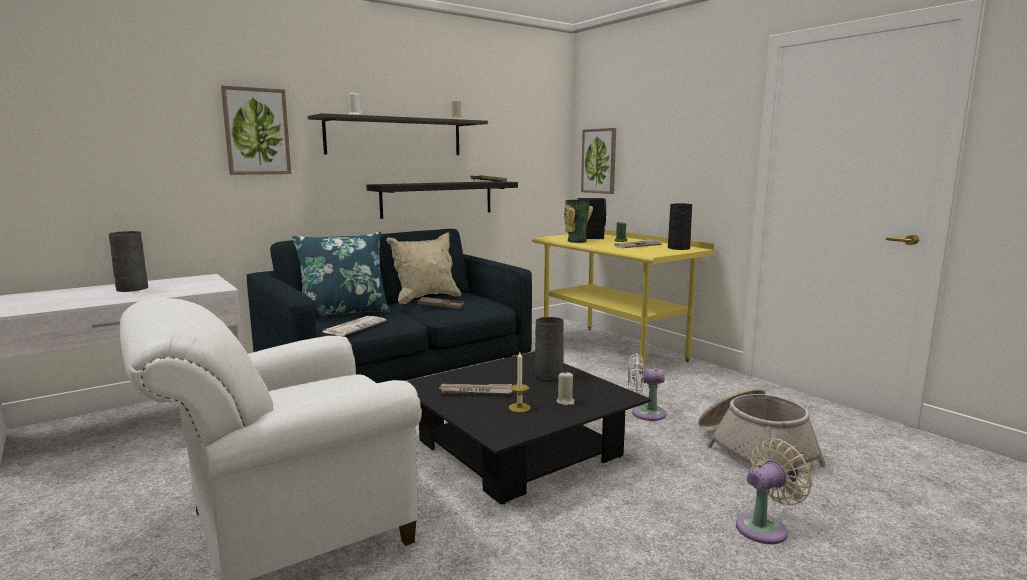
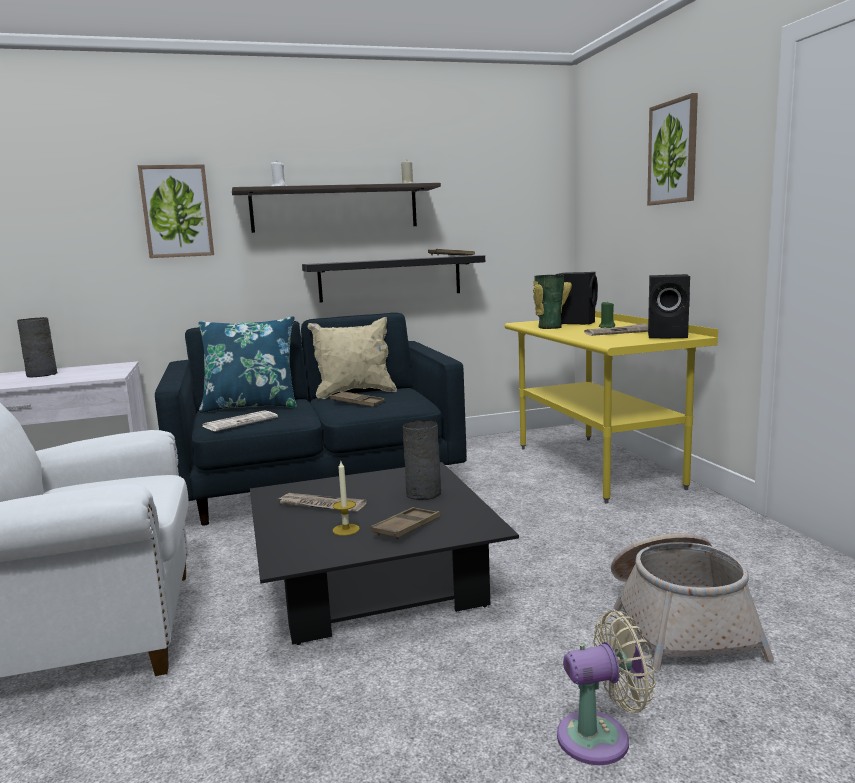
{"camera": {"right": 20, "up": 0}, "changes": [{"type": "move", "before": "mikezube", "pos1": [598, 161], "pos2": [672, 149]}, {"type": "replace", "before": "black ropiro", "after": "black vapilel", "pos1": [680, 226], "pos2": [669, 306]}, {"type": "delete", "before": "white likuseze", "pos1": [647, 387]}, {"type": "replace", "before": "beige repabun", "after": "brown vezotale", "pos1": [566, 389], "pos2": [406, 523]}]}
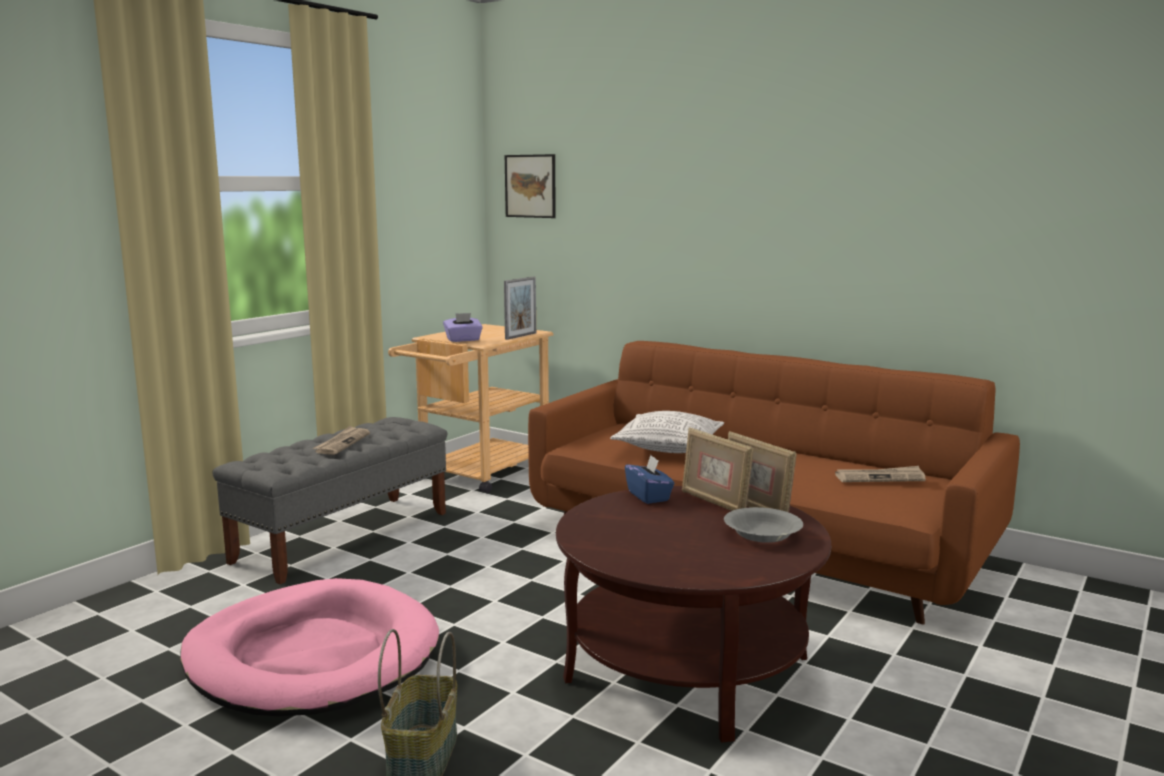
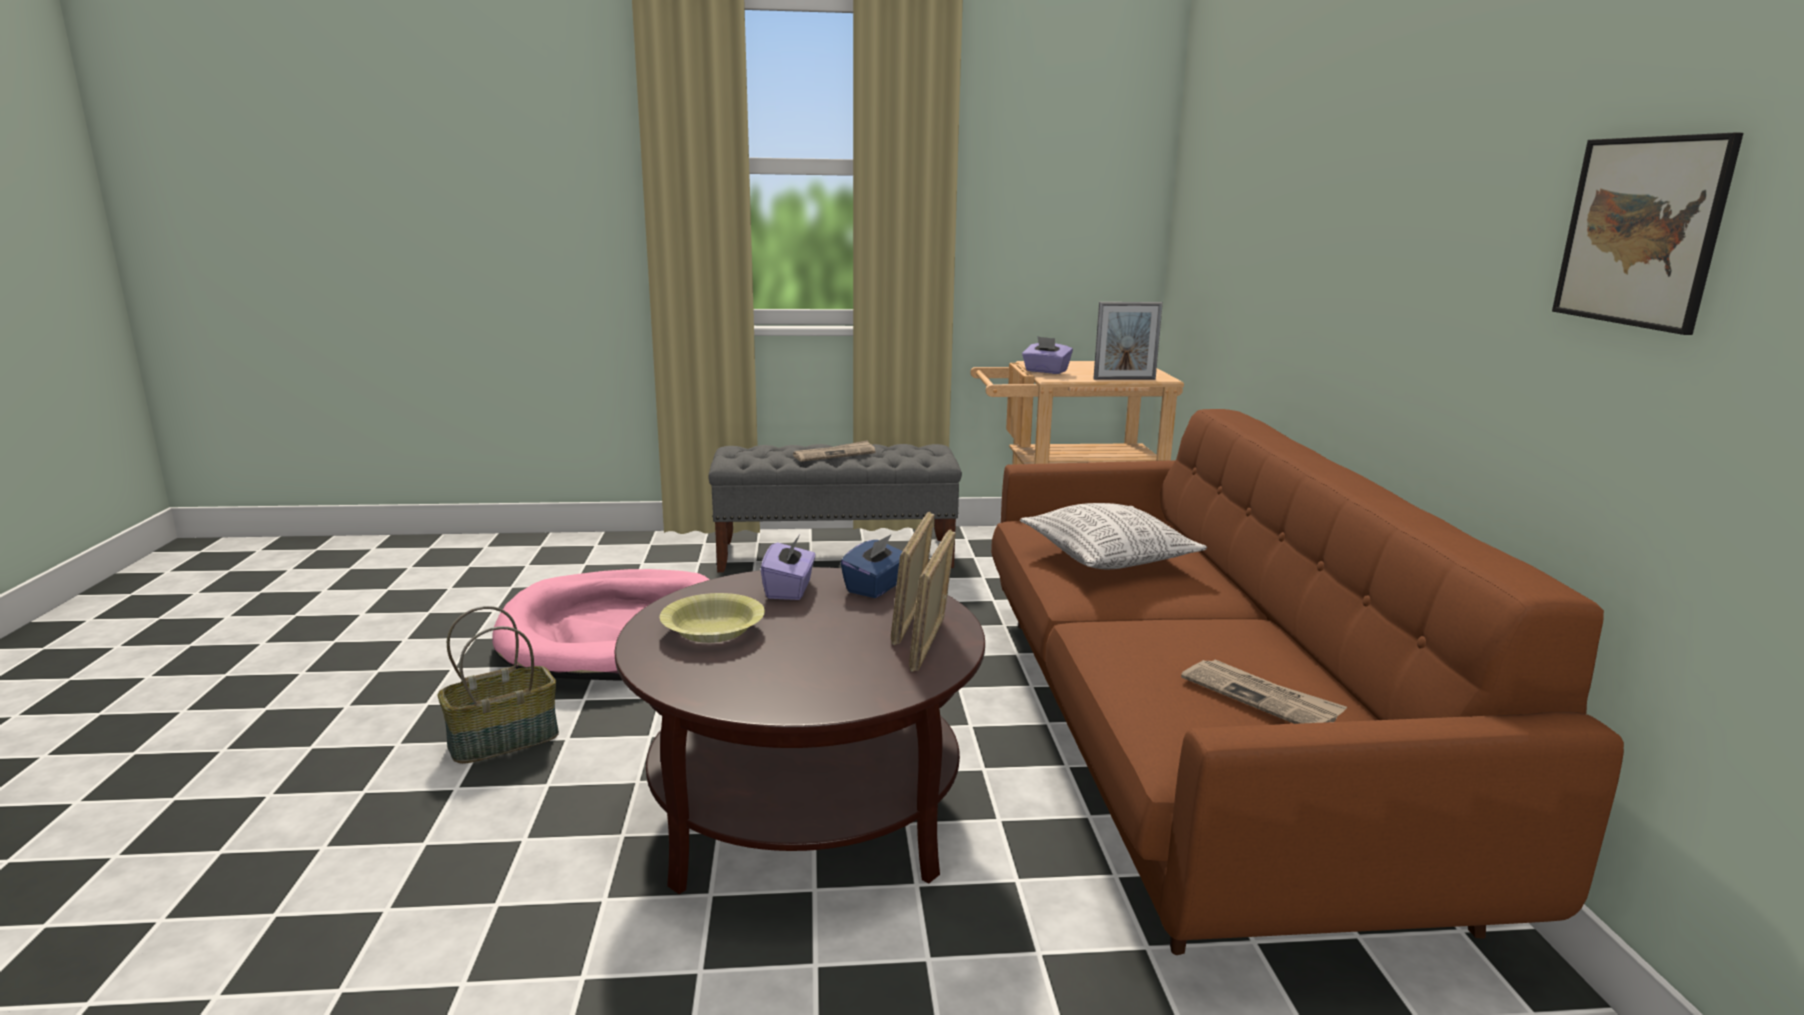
{"camera": {"right": 50, "up": 5}, "changes": [{"type": "move", "before": "mikezube", "pos1": [530, 186], "pos2": [1647, 234]}, {"type": "delete", "before": "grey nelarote", "pos1": [763, 525]}, {"type": "insert", "after": "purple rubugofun", "pos2": [788, 568]}, {"type": "insert", "after": "yellow nelarote", "pos2": [712, 618]}]}
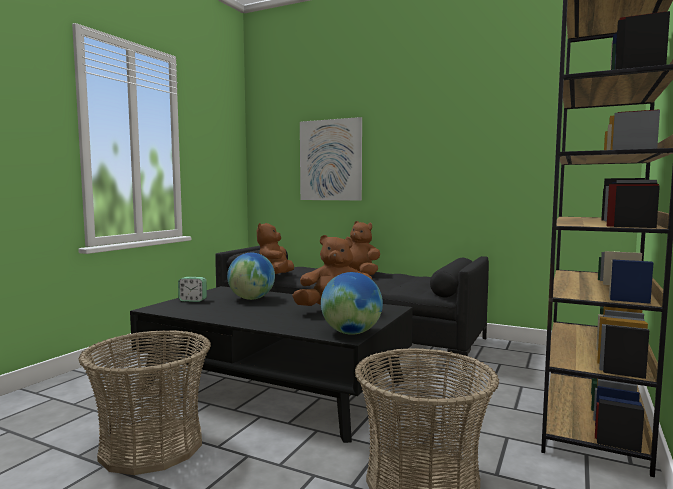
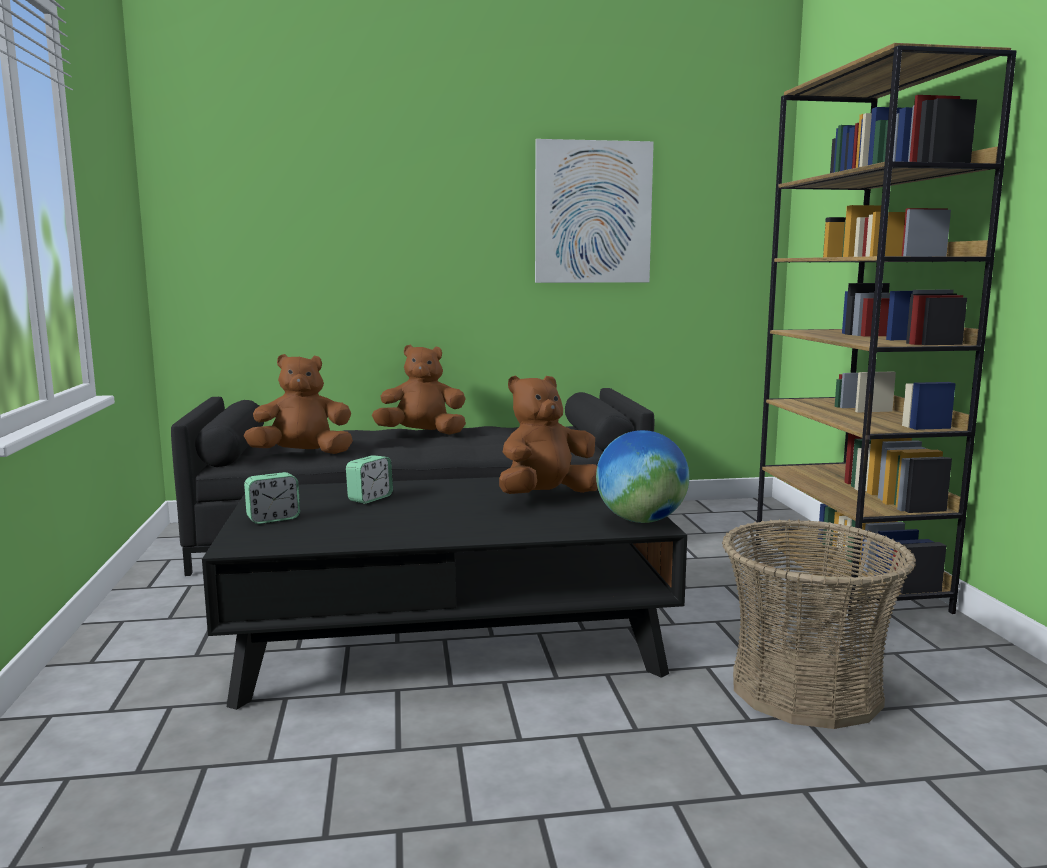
{"camera": {"right": -35, "up": 5}, "changes": [{"type": "move", "before": "mikezube", "pos1": [331, 159], "pos2": [594, 211]}, {"type": "rotate", "before": "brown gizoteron", "pos1": [275, 248], "pos2": [298, 404], "turn": 105}, {"type": "replace", "before": "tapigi", "after": "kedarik", "pos1": [251, 276], "pos2": [369, 479]}, {"type": "delete", "before": "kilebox", "pos1": [144, 402]}]}
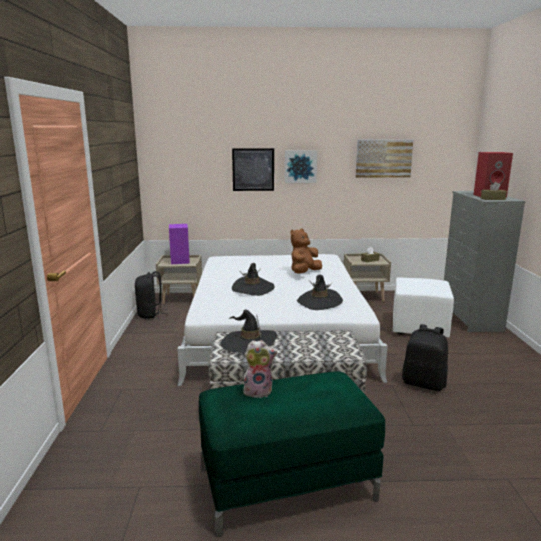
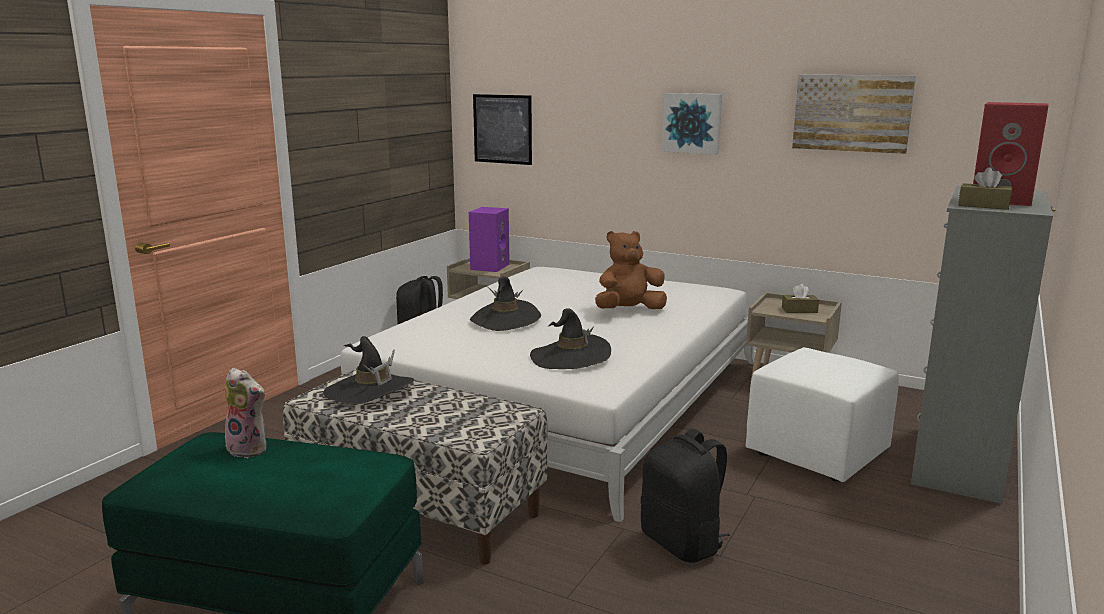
{"camera": {"right": 30, "up": 0}, "changes": [{"type": "move", "before": "mikezube", "pos1": [253, 169], "pos2": [502, 129]}]}
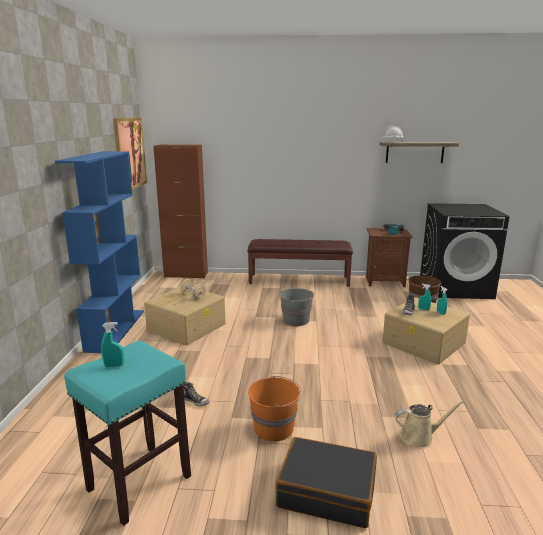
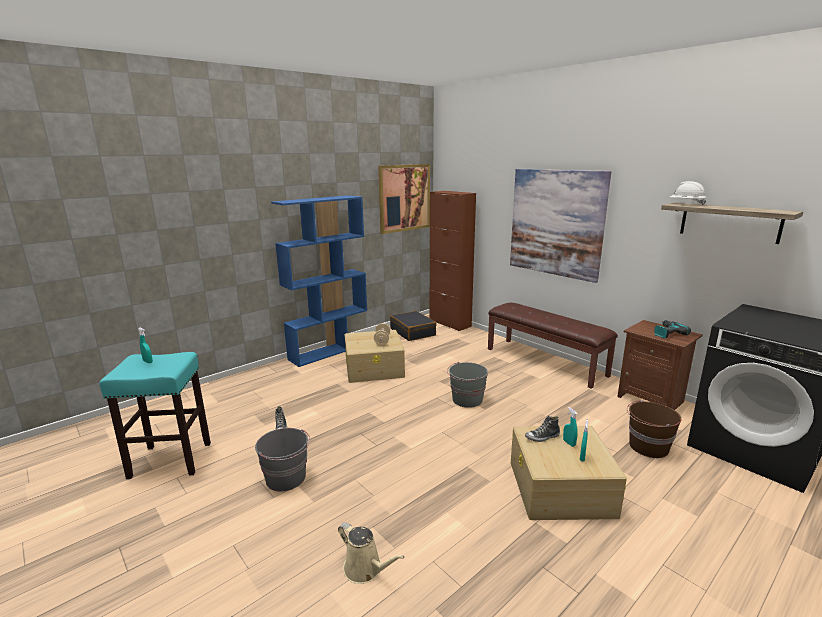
{"camera": {"right": 45, "up": 0}, "changes": [{"type": "recolor", "before": "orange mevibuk", "after": "grey mevibuk", "pos1": [275, 409], "pos2": [282, 460]}, {"type": "move", "before": "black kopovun", "pos1": [326, 482], "pos2": [413, 326]}, {"type": "insert", "after": "mikezube", "pos2": [560, 226]}]}
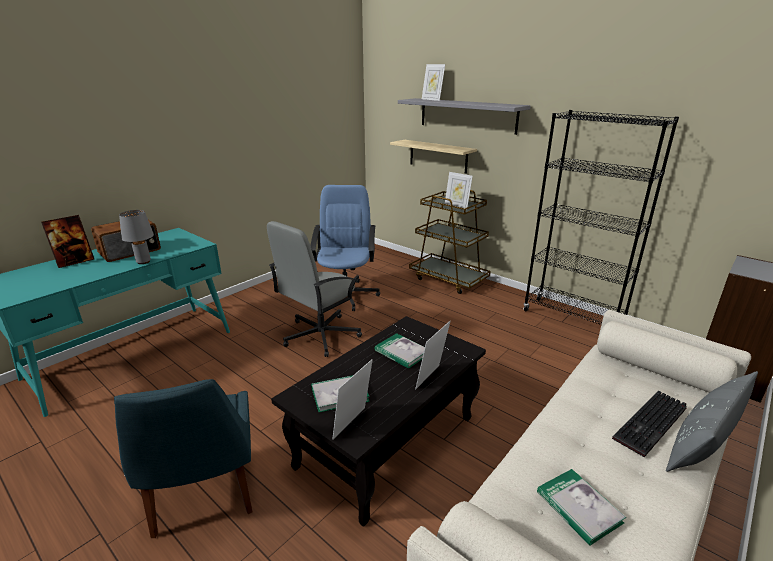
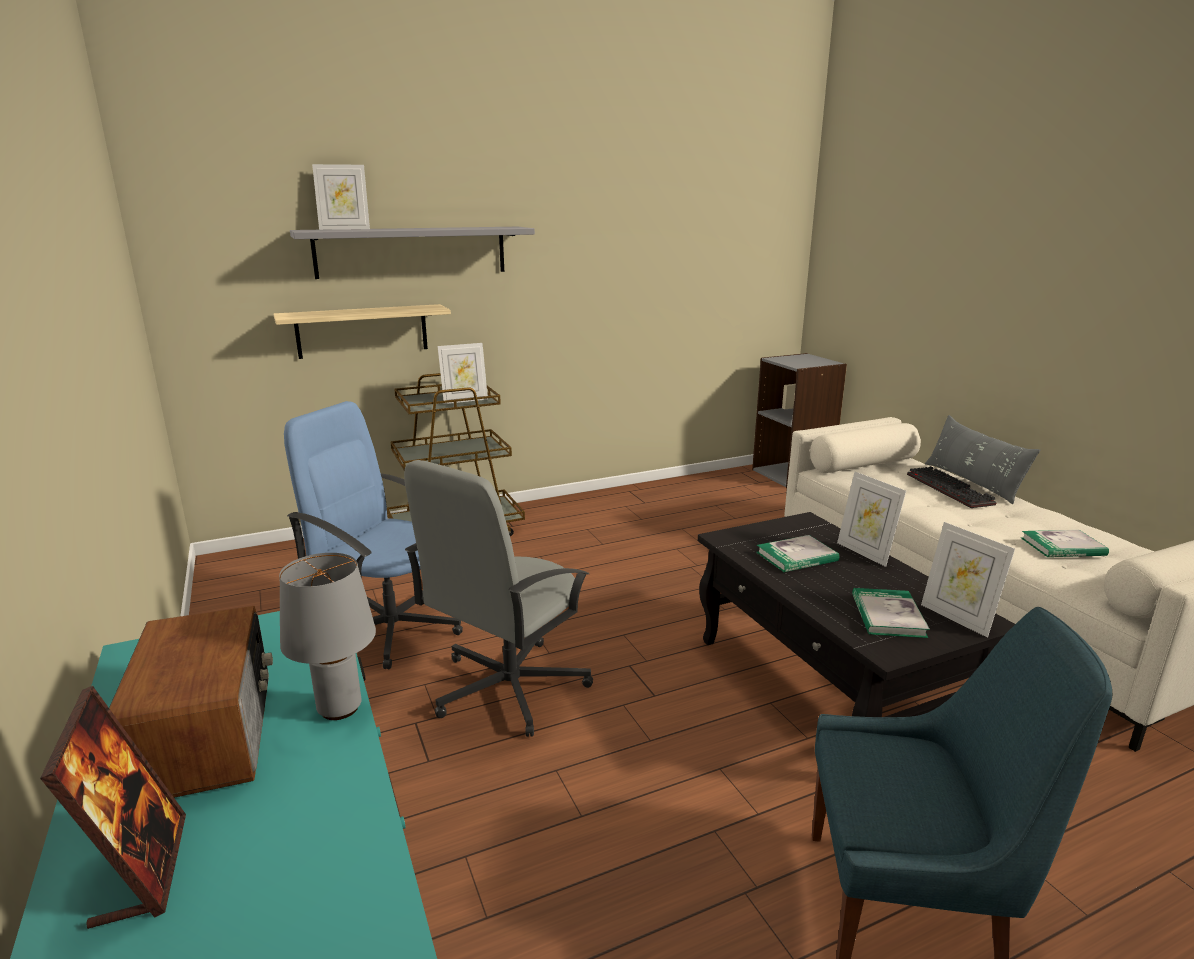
{"camera": {"right": -65, "up": -5}, "changes": [{"type": "delete", "before": "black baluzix", "pos1": [601, 217]}, {"type": "rotate", "before": "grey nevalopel", "pos1": [314, 289], "pos2": [498, 598], "turn": 60}]}
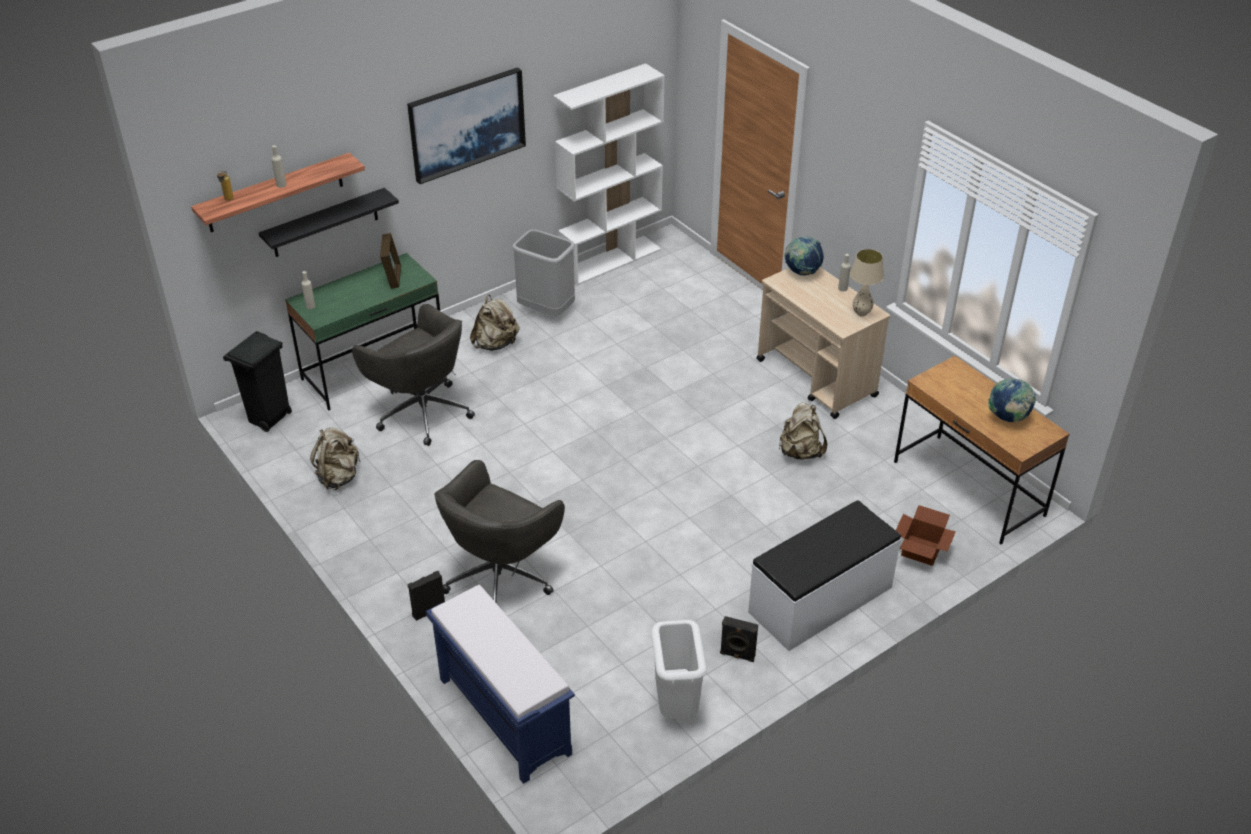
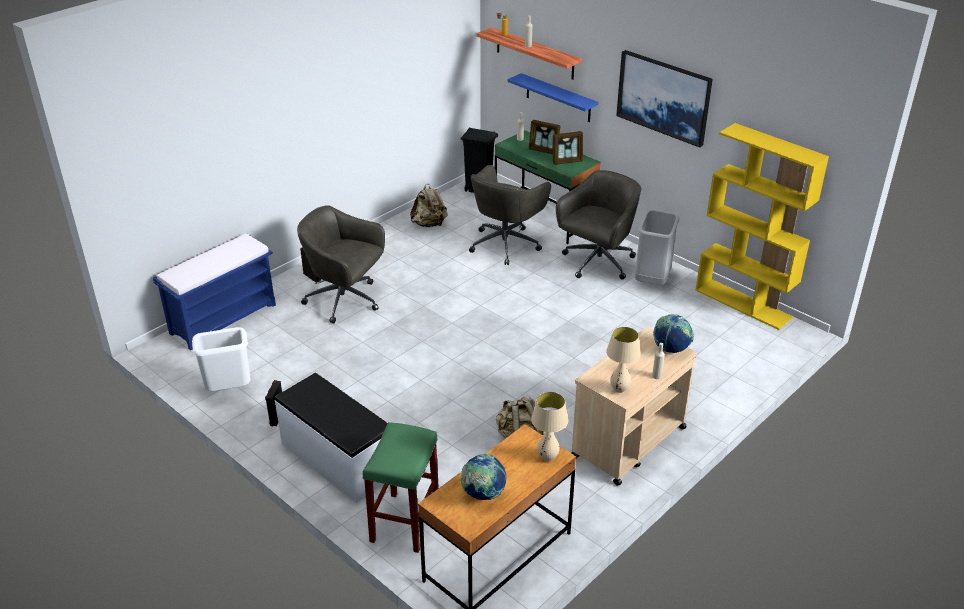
{"camera": {"right": 80, "up": -5}, "changes": [{"type": "recolor", "before": "white baluzix", "after": "yellow baluzix", "pos1": [609, 174], "pos2": [762, 226]}, {"type": "recolor", "before": "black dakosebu", "after": "blue dakosebu", "pos1": [329, 222], "pos2": [553, 97]}, {"type": "replace", "before": "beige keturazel", "after": "grey nevalopel", "pos1": [495, 323], "pos2": [598, 225]}, {"type": "replace", "before": "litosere", "after": "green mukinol", "pos1": [926, 535], "pos2": [401, 487]}, {"type": "insert", "after": "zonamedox", "pos2": [545, 137]}, {"type": "insert", "after": "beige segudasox", "pos2": [549, 426]}]}
